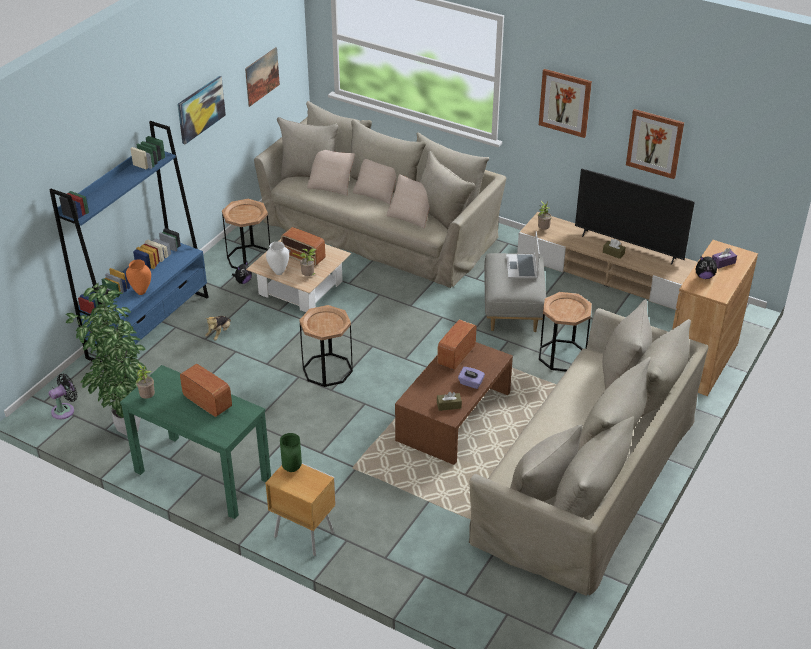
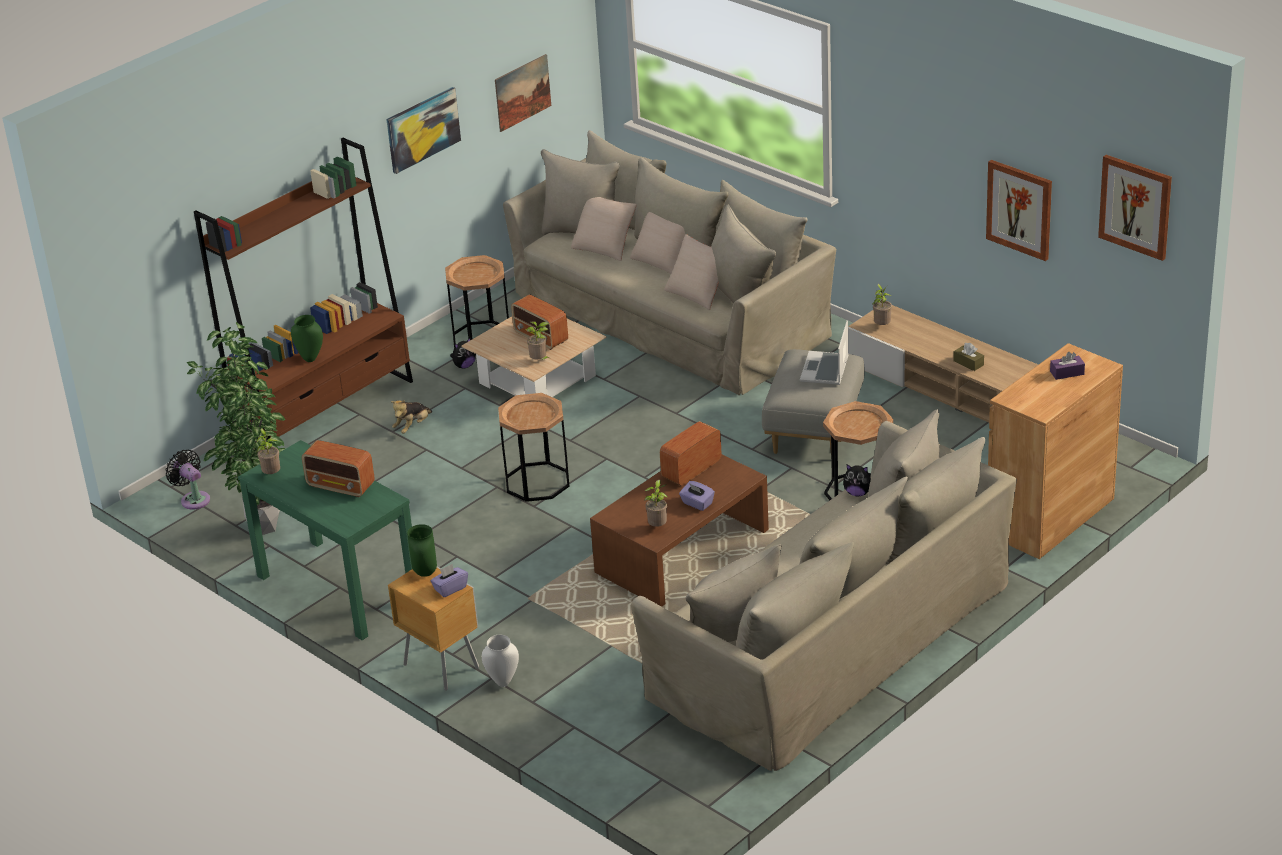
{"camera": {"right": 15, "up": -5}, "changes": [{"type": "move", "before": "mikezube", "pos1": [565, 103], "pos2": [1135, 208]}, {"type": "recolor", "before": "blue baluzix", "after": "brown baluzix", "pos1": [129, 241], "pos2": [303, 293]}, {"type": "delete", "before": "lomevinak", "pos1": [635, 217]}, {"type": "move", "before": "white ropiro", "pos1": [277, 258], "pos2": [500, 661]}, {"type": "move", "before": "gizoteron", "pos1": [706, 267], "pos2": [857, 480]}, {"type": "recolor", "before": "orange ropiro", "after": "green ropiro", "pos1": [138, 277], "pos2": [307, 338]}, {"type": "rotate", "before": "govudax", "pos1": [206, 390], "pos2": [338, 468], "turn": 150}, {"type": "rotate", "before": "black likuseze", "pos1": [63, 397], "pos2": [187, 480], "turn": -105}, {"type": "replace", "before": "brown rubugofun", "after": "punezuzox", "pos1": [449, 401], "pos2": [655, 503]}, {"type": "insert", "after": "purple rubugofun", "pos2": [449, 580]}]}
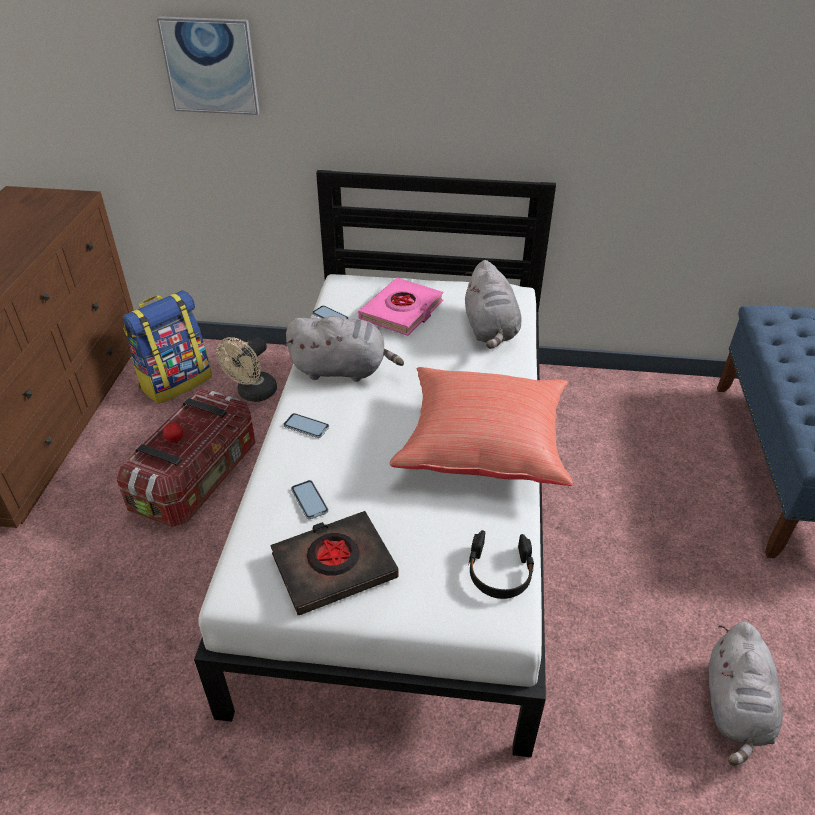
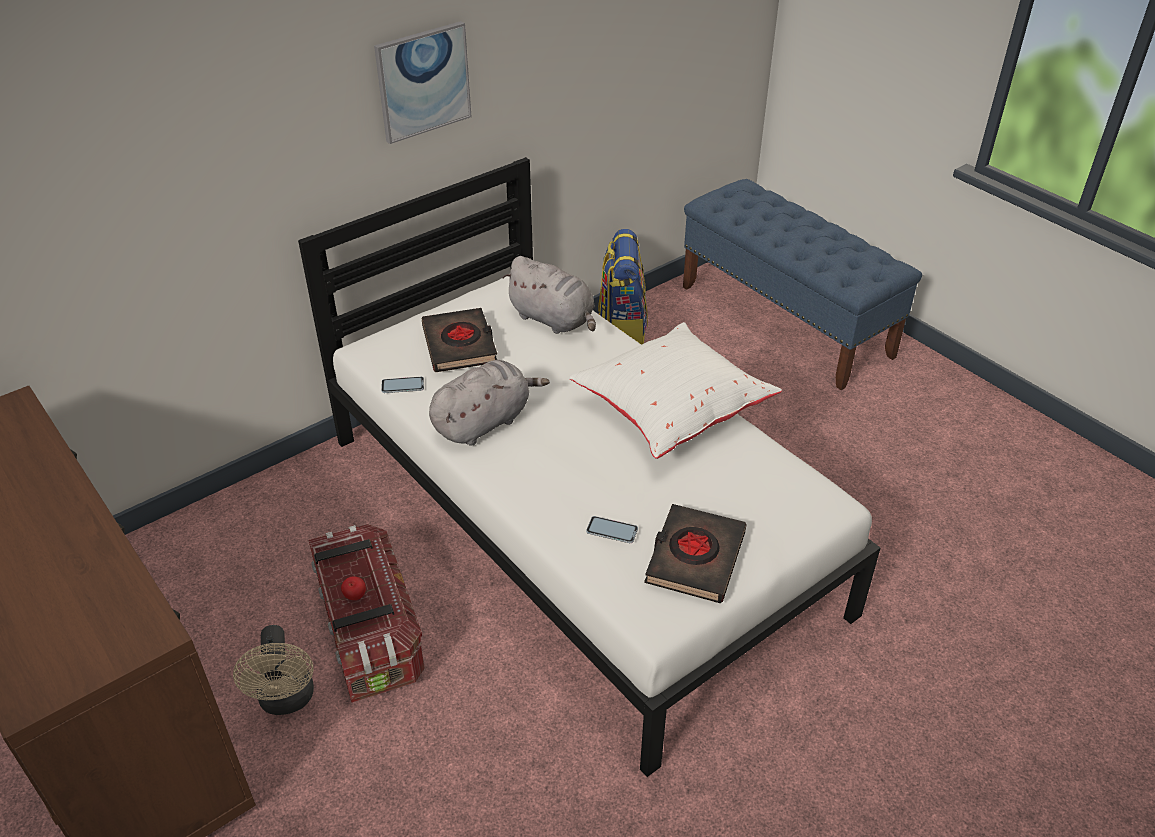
{"camera": {"right": -45, "up": 0}, "changes": [{"type": "move", "before": "mikezube", "pos1": [208, 65], "pos2": [422, 82]}, {"type": "recolor", "before": "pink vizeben", "after": "black vizeben", "pos1": [400, 307], "pos2": [459, 340]}, {"type": "move", "before": "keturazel", "pos1": [167, 347], "pos2": [623, 287]}, {"type": "move", "before": "beige likuseze", "pos1": [246, 369], "pos2": [273, 670]}, {"type": "recolor", "before": "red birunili", "after": "white birunili", "pos1": [481, 426], "pos2": [675, 390]}, {"type": "delete", "before": "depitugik", "pos1": [306, 425]}, {"type": "delete", "before": "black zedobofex", "pos1": [501, 564]}, {"type": "delete", "before": "grey gizoteron", "pos1": [746, 694]}]}
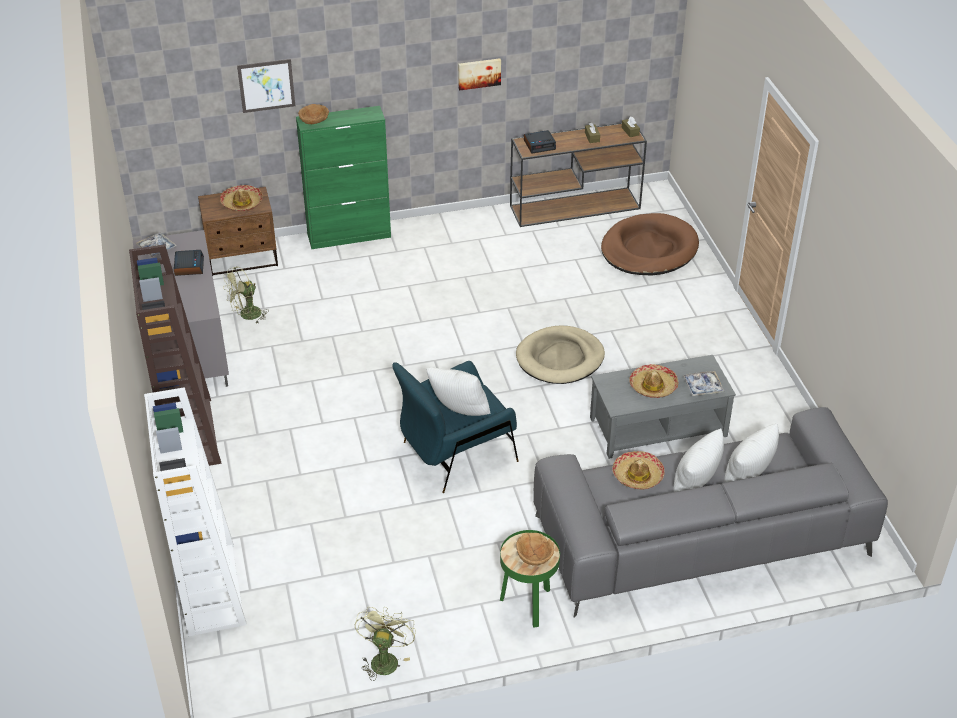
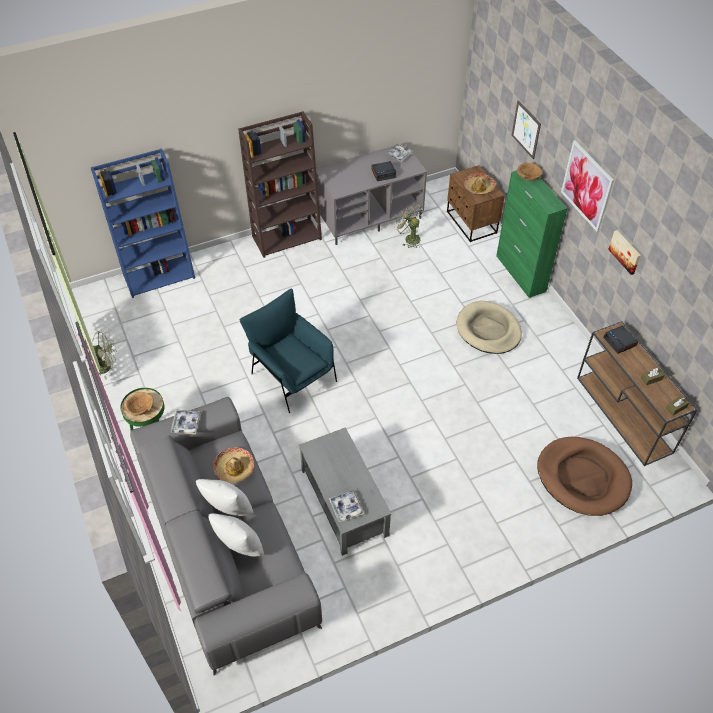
{"camera": {"right": 80, "up": 10}, "changes": [{"type": "move", "before": "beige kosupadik", "pos1": [560, 355], "pos2": [489, 327]}, {"type": "delete", "before": "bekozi", "pos1": [654, 381]}, {"type": "delete", "before": "white birunili", "pos1": [458, 391]}, {"type": "recolor", "before": "white baluzix", "after": "blue baluzix", "pos1": [195, 511], "pos2": [143, 223]}, {"type": "insert", "after": "mikezube", "pos2": [587, 186]}, {"type": "insert", "after": "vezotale", "pos2": [186, 422]}]}
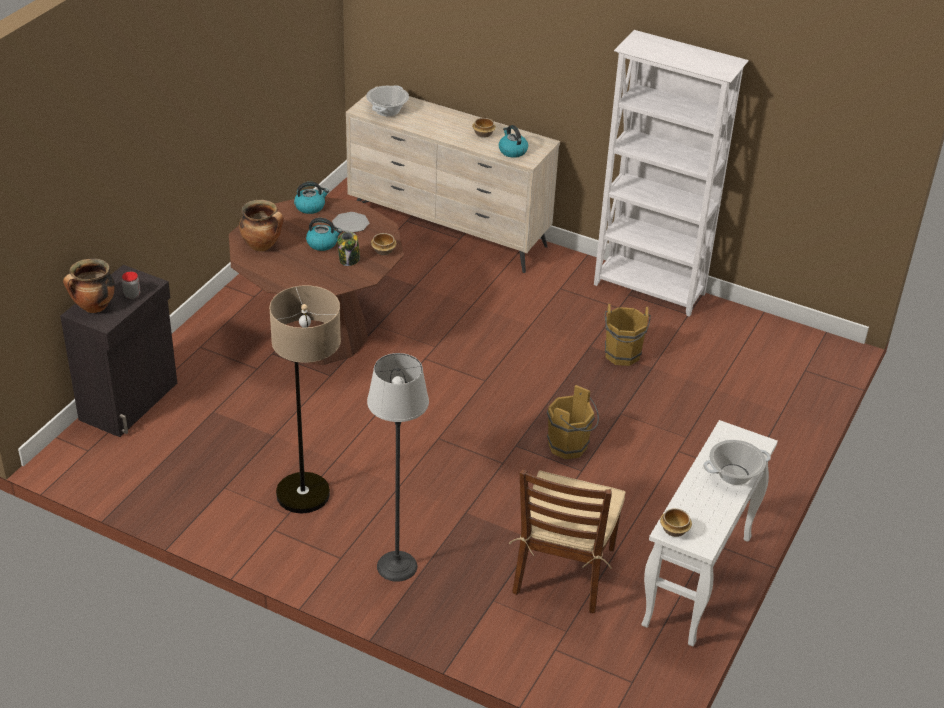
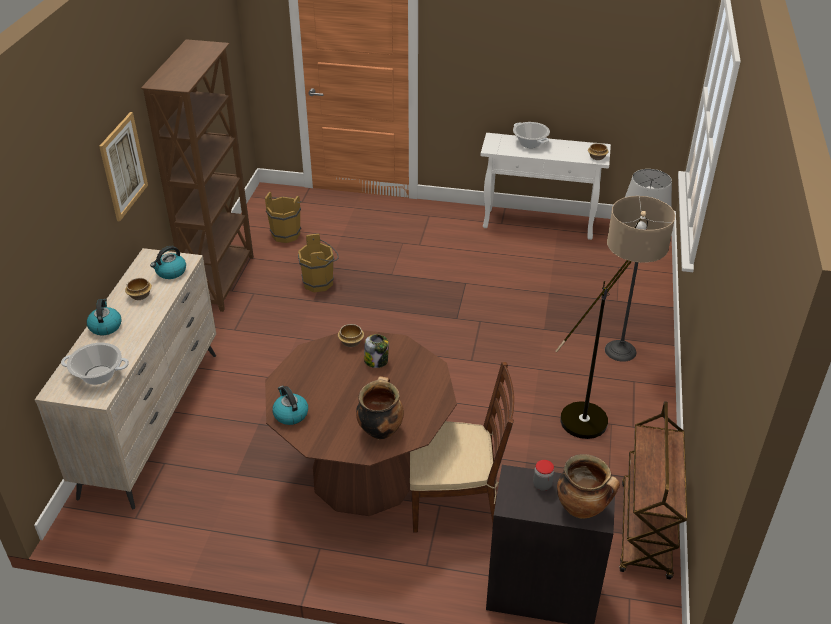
{"camera": {"right": -105, "up": 0}, "changes": [{"type": "recolor", "before": "white baluzix", "after": "brown baluzix", "pos1": [671, 173], "pos2": [197, 175]}, {"type": "delete", "before": "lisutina", "pos1": [350, 222]}, {"type": "move", "before": "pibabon", "pos1": [324, 234], "pos2": [104, 317]}, {"type": "move", "before": "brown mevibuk", "pos1": [573, 422], "pos2": [283, 217]}, {"type": "move", "before": "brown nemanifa", "pos1": [567, 541], "pos2": [462, 447]}, {"type": "insert", "after": "mikezube", "pos2": [123, 167]}, {"type": "insert", "after": "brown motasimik", "pos2": [653, 490]}]}
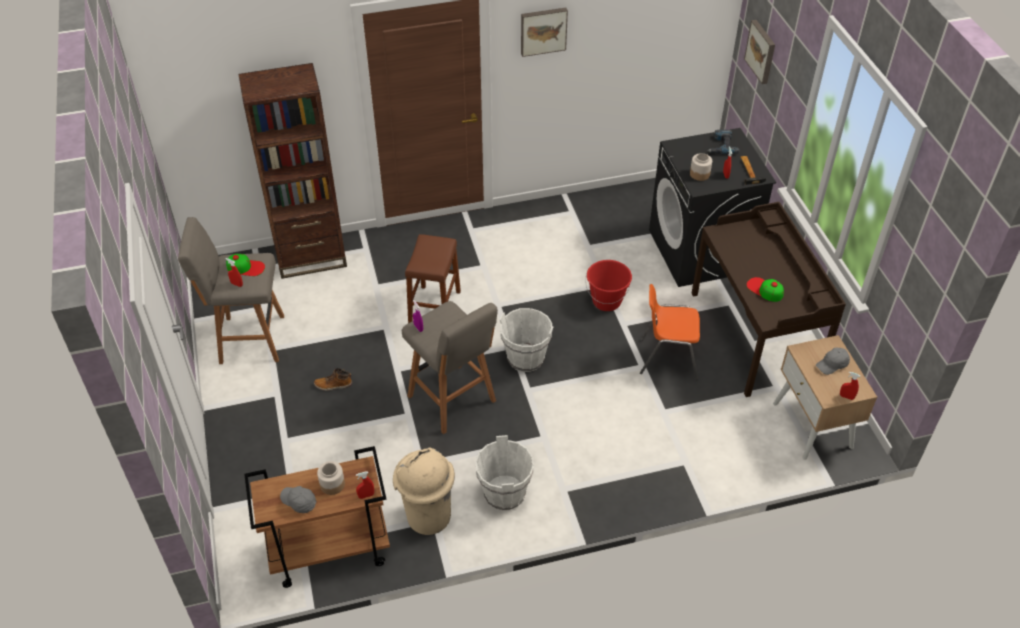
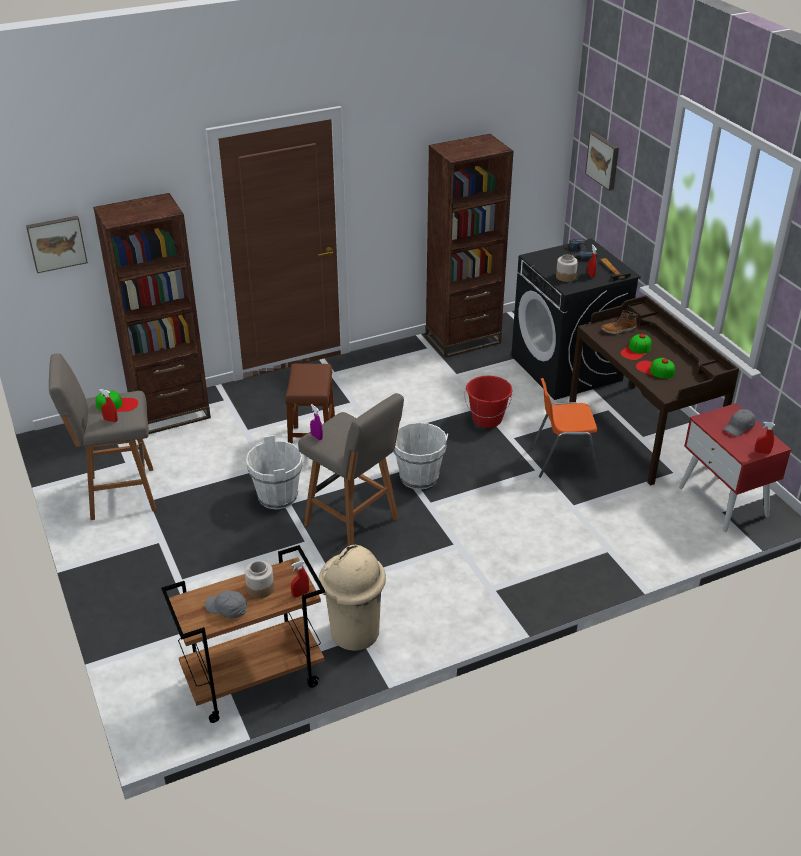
{"camera": {"right": -10, "up": -10}, "changes": [{"type": "move", "before": "mikezube", "pos1": [544, 32], "pos2": [57, 244]}, {"type": "recolor", "before": "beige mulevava", "after": "red mulevava", "pos1": [825, 397], "pos2": [735, 467]}, {"type": "move", "before": "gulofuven", "pos1": [333, 379], "pos2": [619, 322]}, {"type": "move", "before": "white mevibuk", "pos1": [504, 472], "pos2": [274, 472]}, {"type": "insert", "after": "brown baluzix", "pos2": [469, 246]}, {"type": "insert", "after": "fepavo", "pos2": [636, 347]}]}
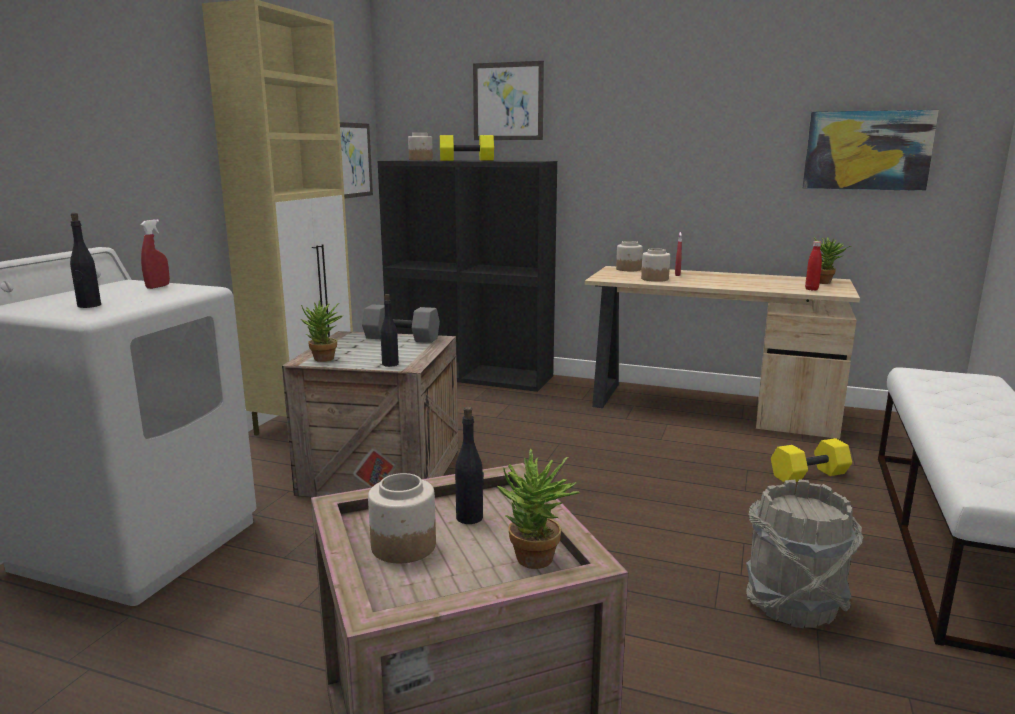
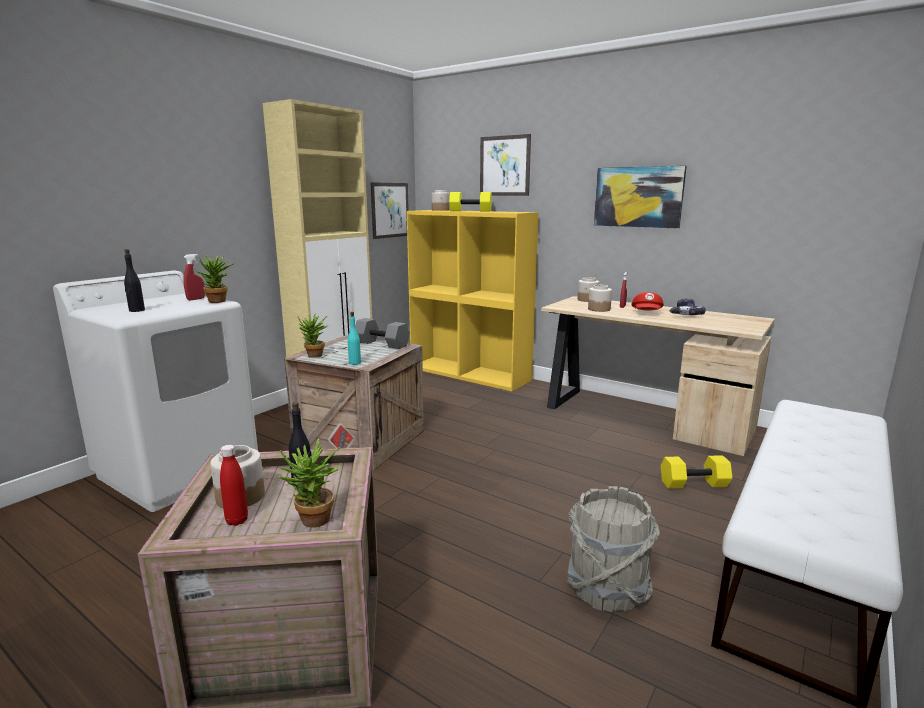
{"camera": {"right": 15, "up": 0}, "changes": [{"type": "move", "before": "mikezube", "pos1": [871, 150], "pos2": [640, 197]}, {"type": "recolor", "before": "black baluzix", "after": "yellow baluzix", "pos1": [467, 276], "pos2": [473, 300]}, {"type": "move", "before": "punezuzox", "pos1": [832, 261], "pos2": [215, 279]}, {"type": "move", "before": "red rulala", "pos1": [813, 266], "pos2": [234, 485]}, {"type": "recolor", "before": "black rulala", "after": "turquoise rulala", "pos1": [390, 330], "pos2": [354, 338]}, {"type": "insert", "after": "red fepavo", "pos2": [648, 301]}, {"type": "insert", "after": "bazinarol", "pos2": [687, 307]}]}
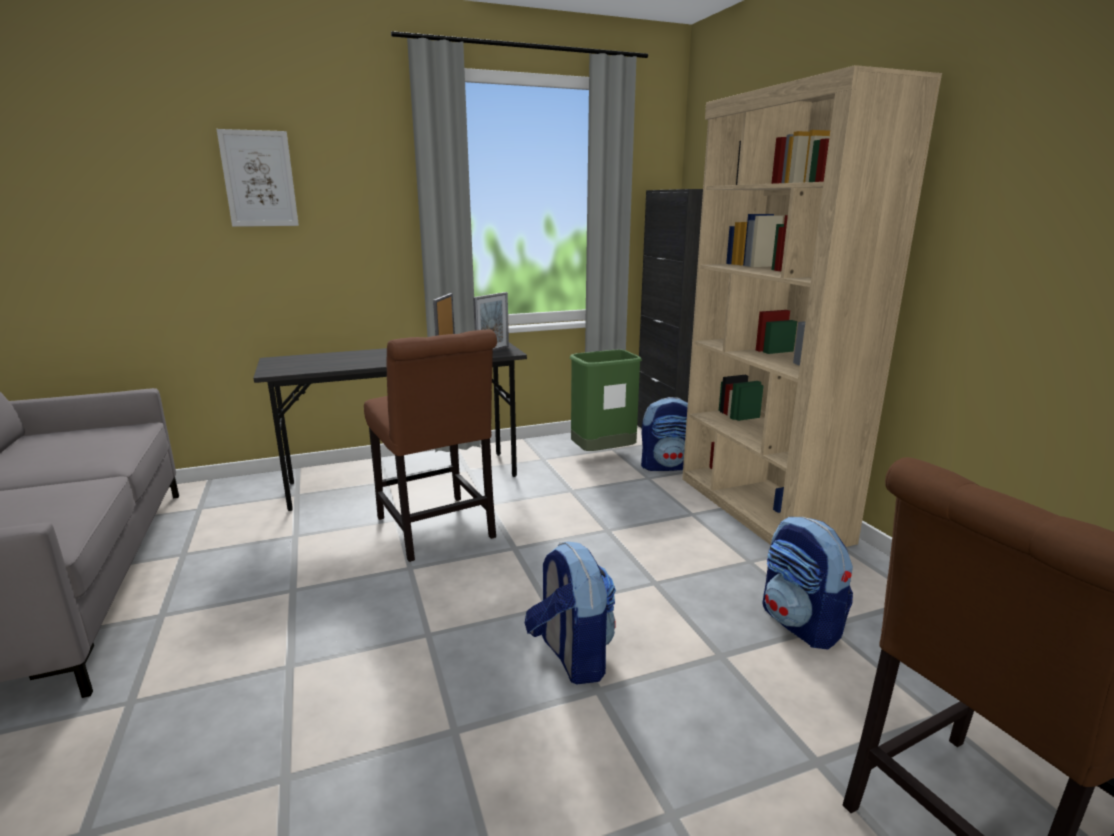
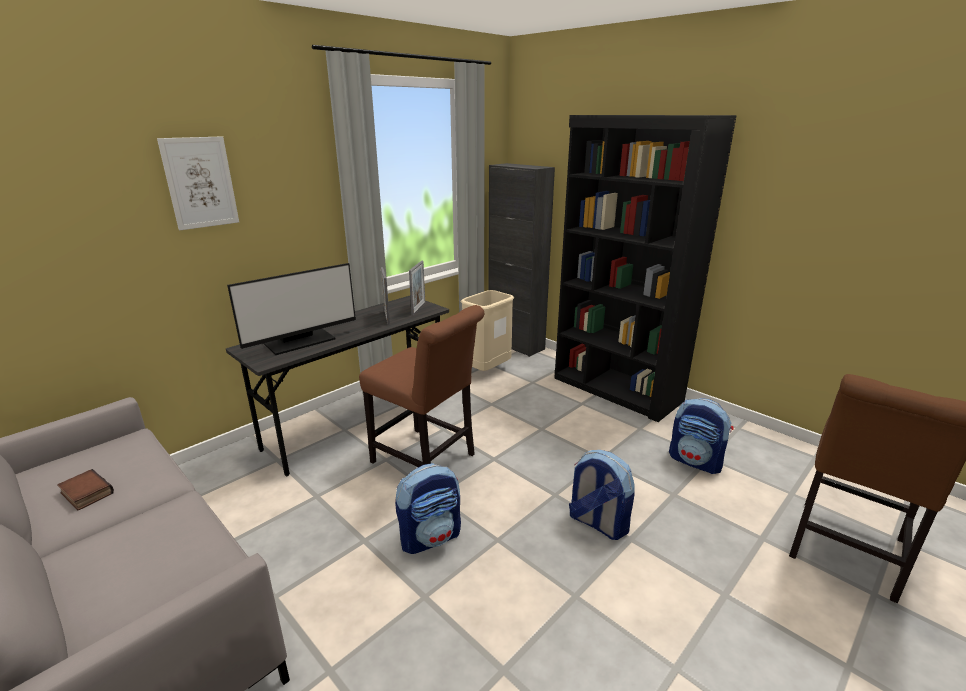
{"camera": {"right": -25, "up": 5}, "changes": [{"type": "recolor", "before": "beige baluzix", "after": "black baluzix", "pos1": [812, 306], "pos2": [645, 268]}, {"type": "recolor", "before": "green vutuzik", "after": "beige vutuzik", "pos1": [606, 400], "pos2": [487, 330]}, {"type": "move", "before": "keturazel", "pos1": [664, 434], "pos2": [428, 508]}, {"type": "insert", "after": "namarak", "pos2": [291, 309]}, {"type": "insert", "after": "vizeben", "pos2": [85, 490]}]}
